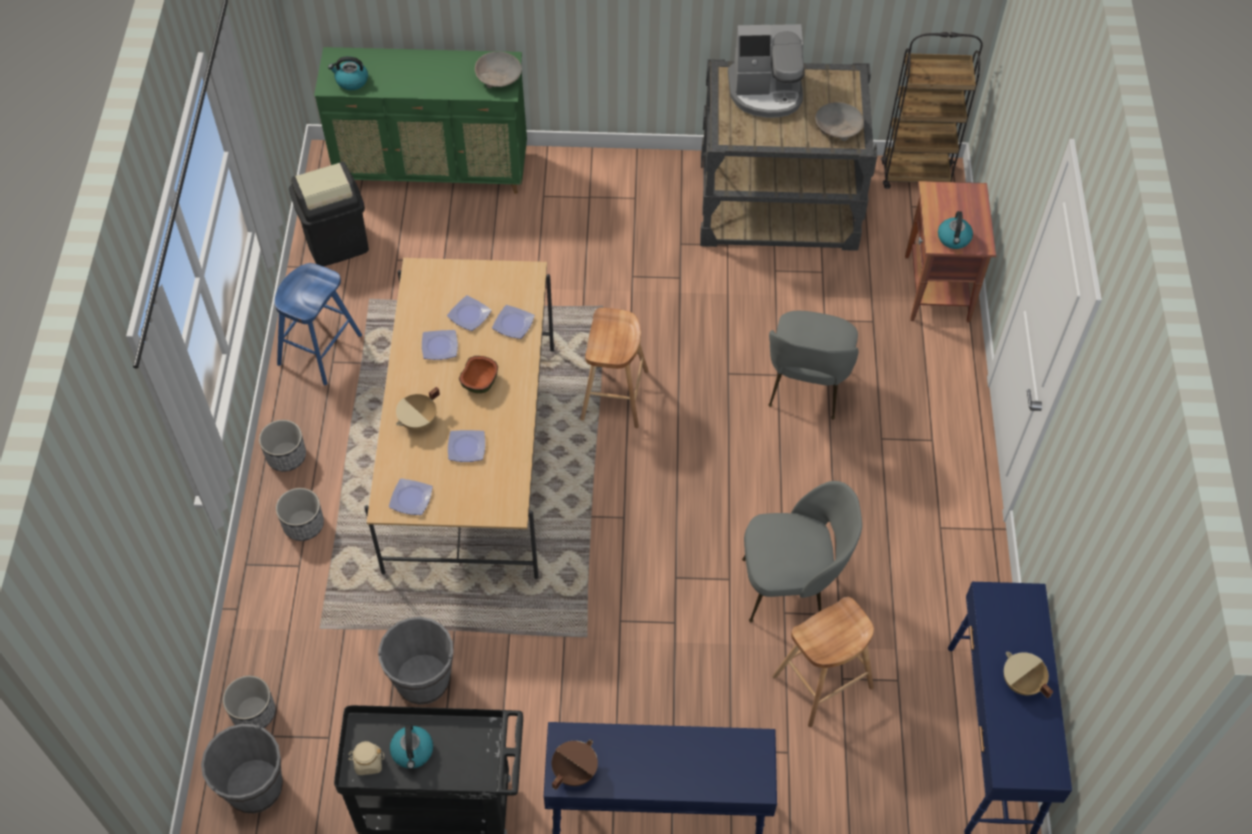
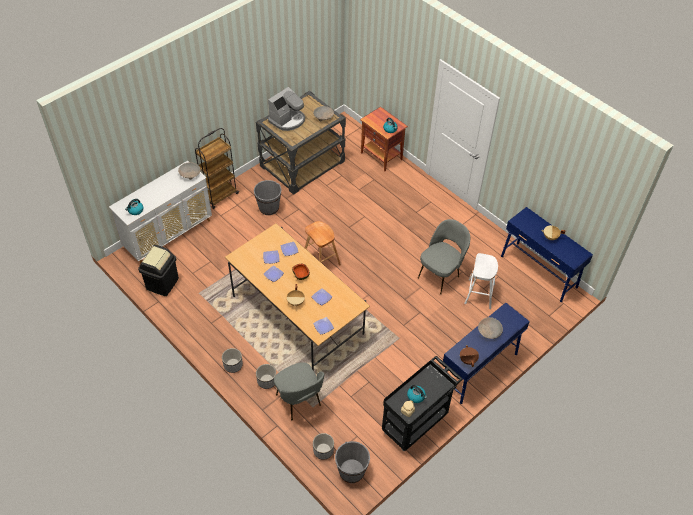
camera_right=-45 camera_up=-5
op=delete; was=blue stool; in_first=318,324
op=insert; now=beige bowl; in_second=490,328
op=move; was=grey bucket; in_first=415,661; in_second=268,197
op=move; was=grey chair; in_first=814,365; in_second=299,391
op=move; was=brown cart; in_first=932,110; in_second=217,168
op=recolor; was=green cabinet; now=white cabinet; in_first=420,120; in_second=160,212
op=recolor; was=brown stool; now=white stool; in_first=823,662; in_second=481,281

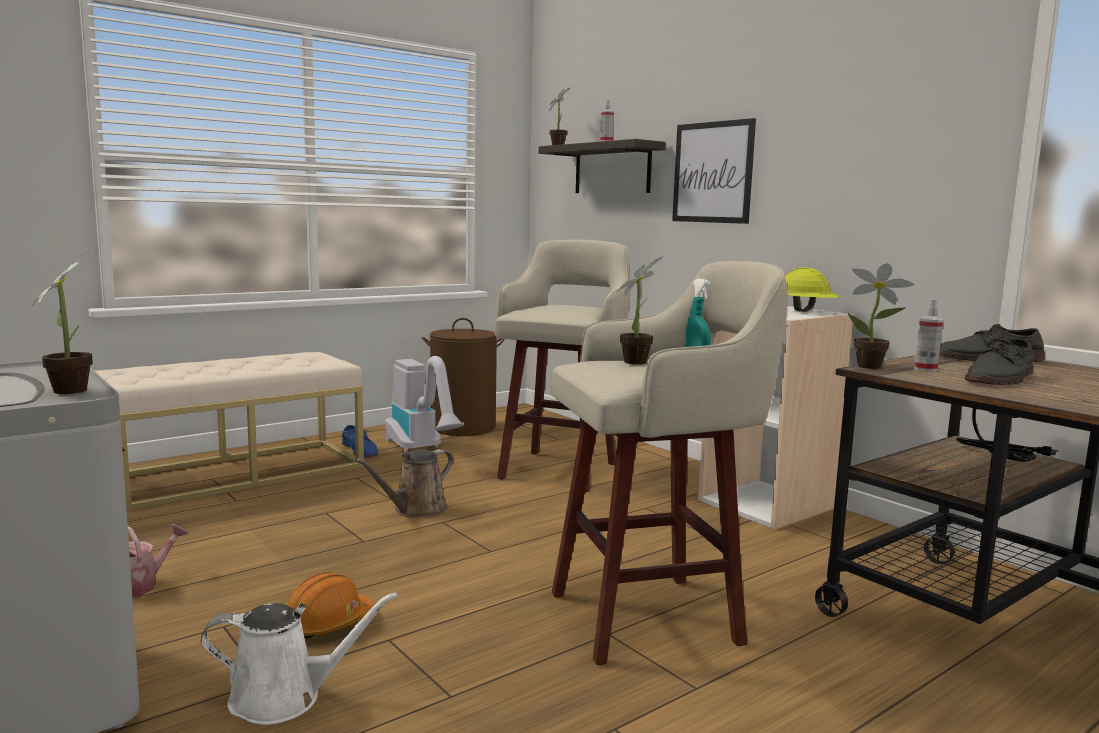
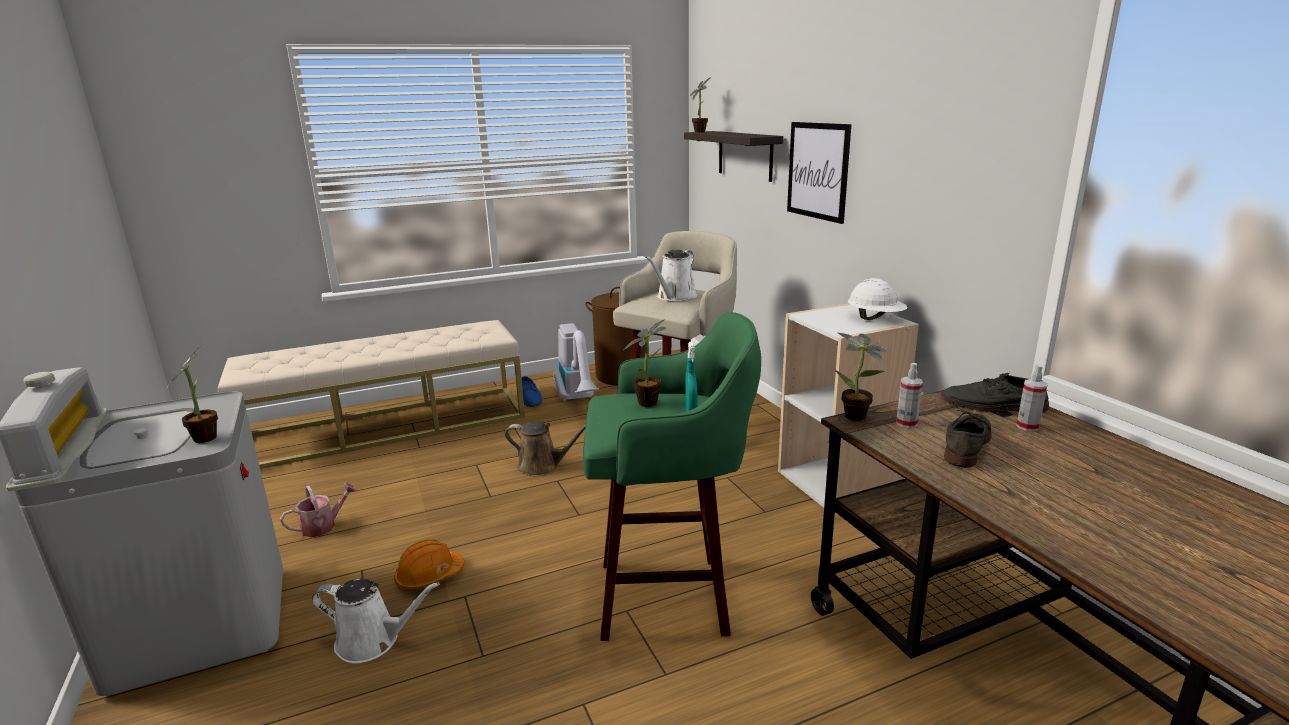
camera_right=15 camera_up=10
op=insert; now=white watering can; in_second=671,275
op=move; was=spray bottle; in_first=607,120; in_second=1032,398
op=recolor; was=beige stool; now=green stool; in_first=669,463; in_second=672,476
op=recolor; was=yellow hard hat; now=white hard hat; in_first=813,289; in_second=877,299
op=rotate; was=brown watering can; in_first=404,483; in_second=545,449; clockwise=-135
op=rotate; was=grey shoe; in_first=1000,361; in_second=967,439; clockwise=150

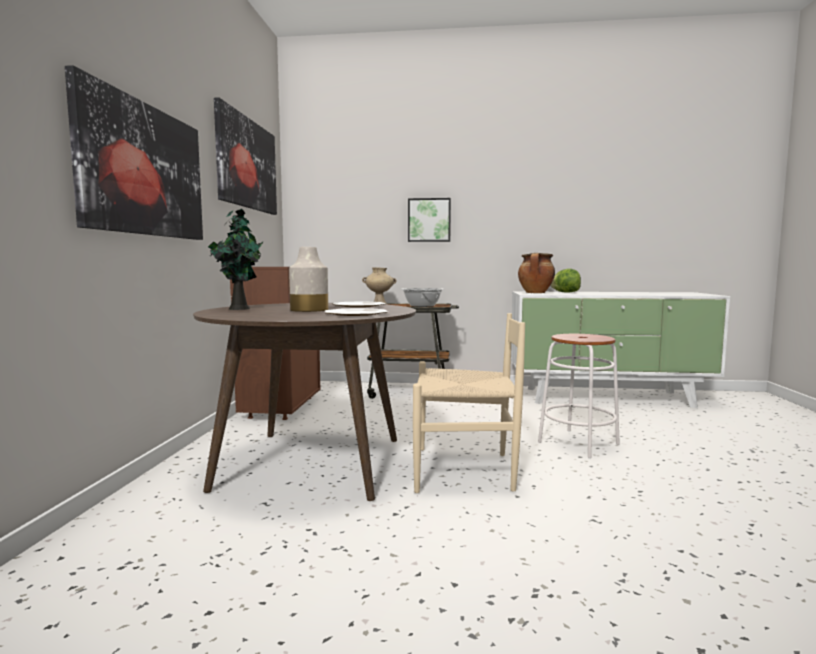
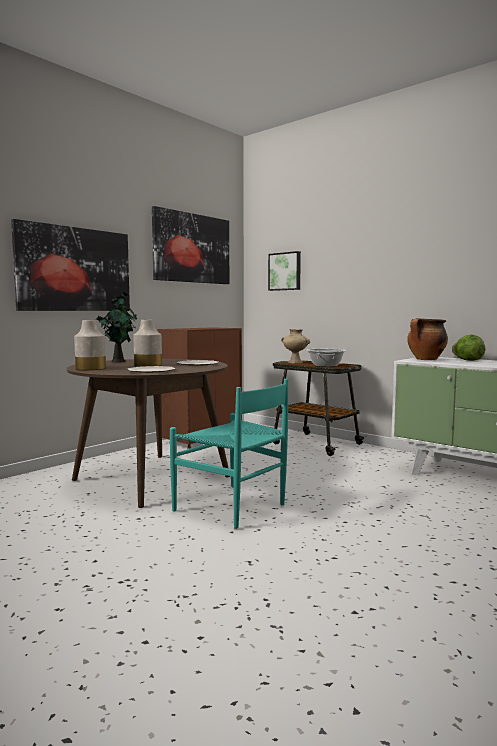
camera_right=35 camera_up=0
op=delete; was=white stool; in_first=579,396
op=insert; now=beige vase; in_second=90,345
op=move; was=picture; in_first=429,220; in_second=284,271
op=recolor; was=beige chair; now=turquoise chair; in_first=469,403; in_second=229,454

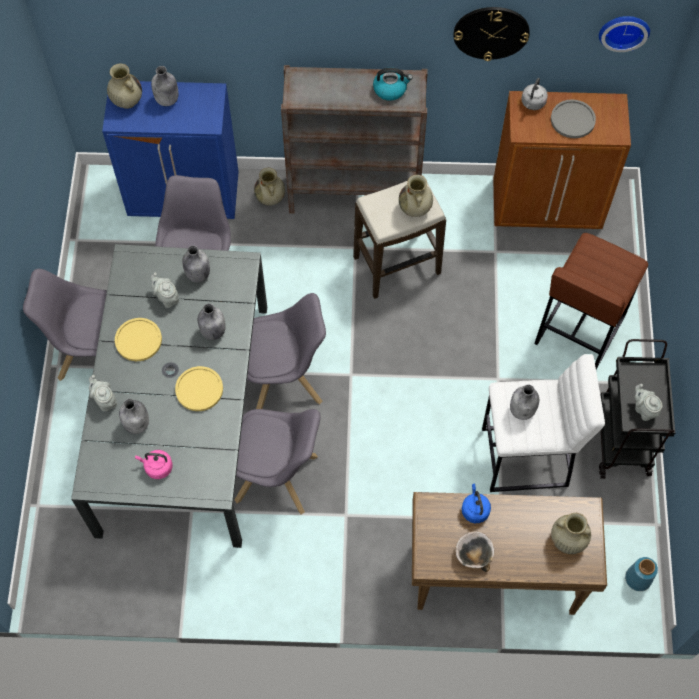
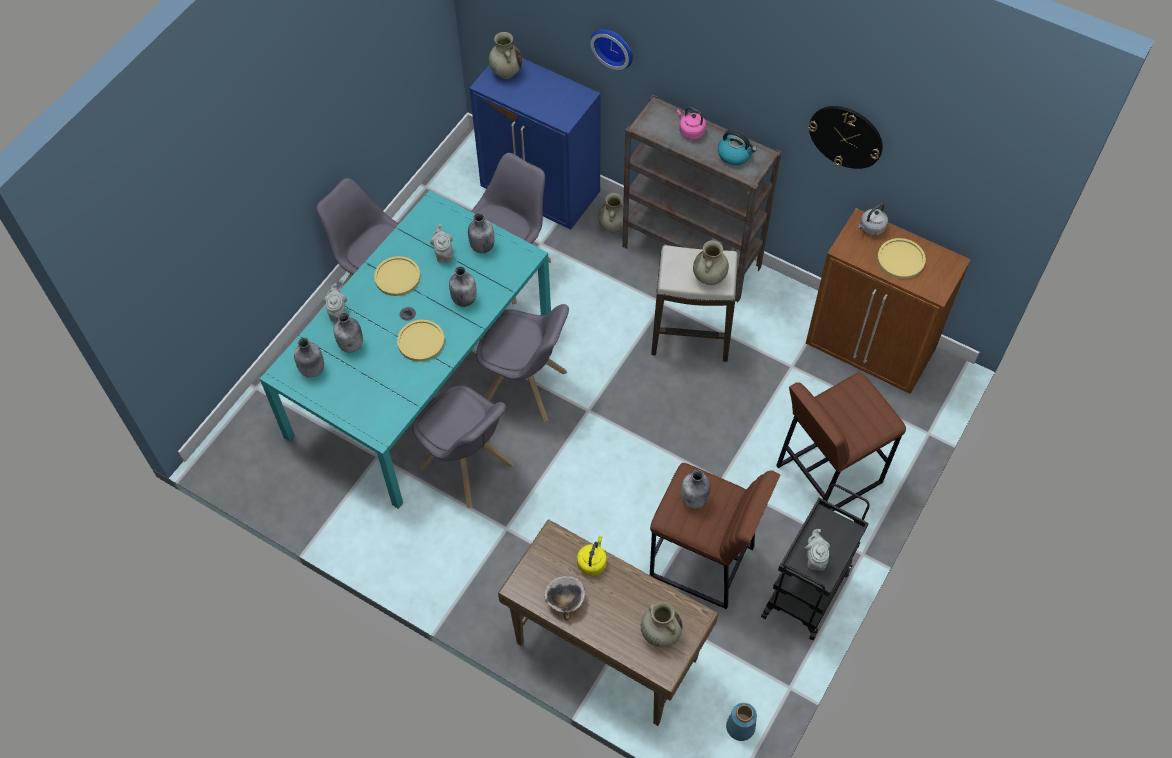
camera_right=30 camera_up=-5
op=move; was=pink kettle; in_first=154,464; in_second=691,123
op=move; was=grey bottle; in_first=164,86; in_second=309,358
op=move; was=wall clock; in_first=624,34; in_second=611,49
op=recolor; was=grey dining table; now=turquoise dining table; in_first=169,396; in_second=405,349
op=recolor; was=blue kettle; now=yellow kettle; in_first=476,503; in_second=592,556
op=recolor; was=white stool; now=brown stool; in_first=543,423; in_second=715,536
op=recolor; was=grey plate; now=yellow plate; in_first=573,118; in_second=901,258

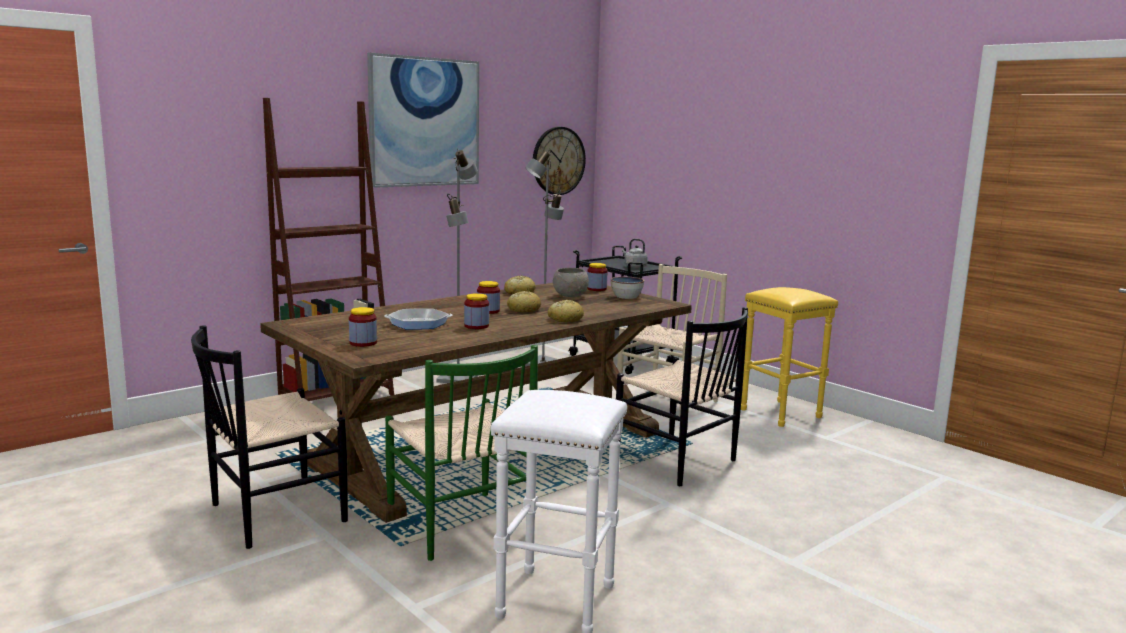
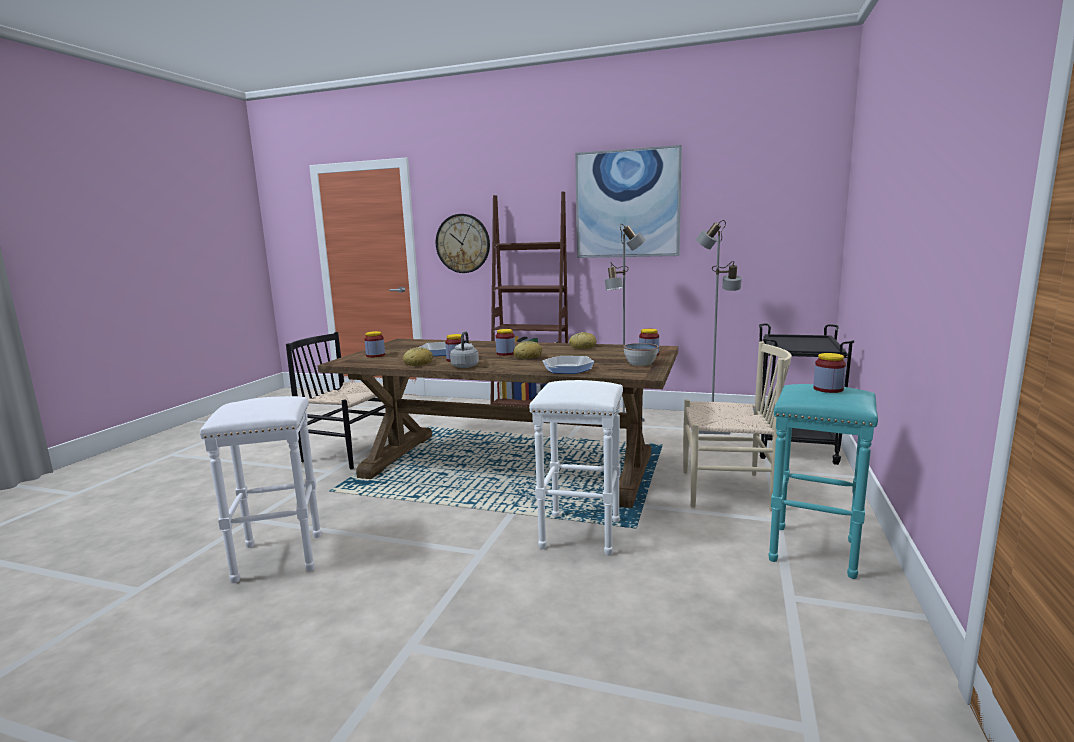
camera_right=60 camera_up=0
op=delete; was=green chair; in_first=461,453
op=delete; was=grey bowl; in_first=571,282
op=insert; now=frying pan; in_second=568,365
op=insert; now=jar; in_second=829,373
op=move; was=wall clock; in_first=559,161; in_second=463,243
op=move; was=bread; in_first=566,311; in_second=418,356
op=move; was=grey kettle; in_first=635,253; in_second=464,349
op=replace; was=black chair; now=white stool; in_first=682,396; in_second=576,468
op=recolor; was=yellow stool; now=turquoise stool; in_first=789,357; in_second=823,481

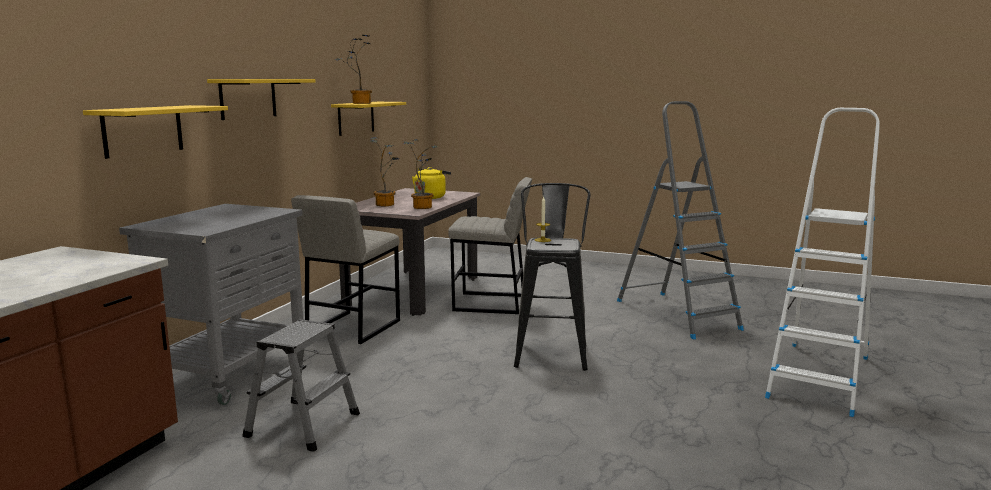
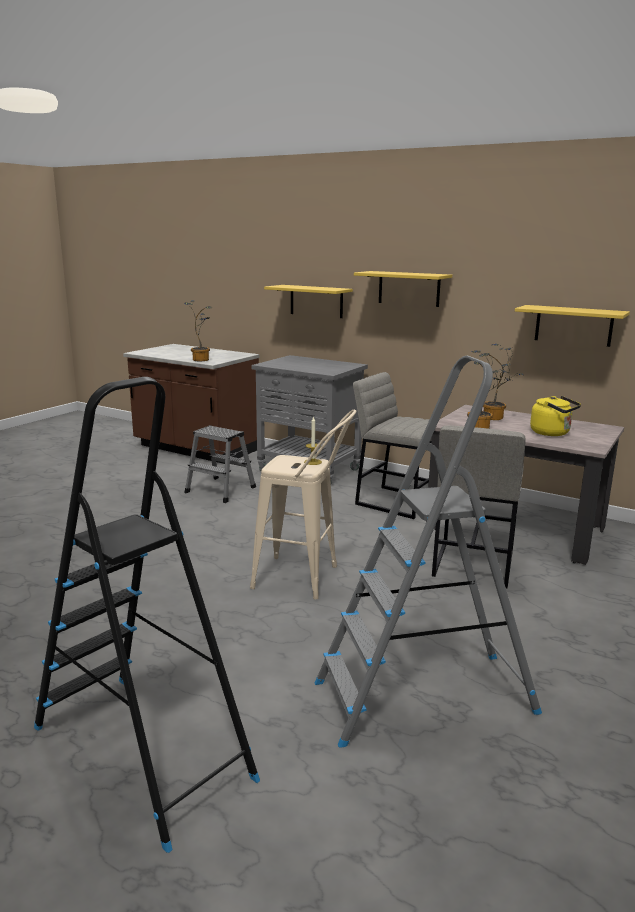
camera_right=100 camera_up=5
op=move; was=potted plant; in_first=354,69; in_second=197,330
op=recolor; was=black stool; now=beige stool; in_first=552,277; in_second=303,504
op=recolor; was=white step ladder; now=black step ladder; in_first=822,262; in_second=147,615

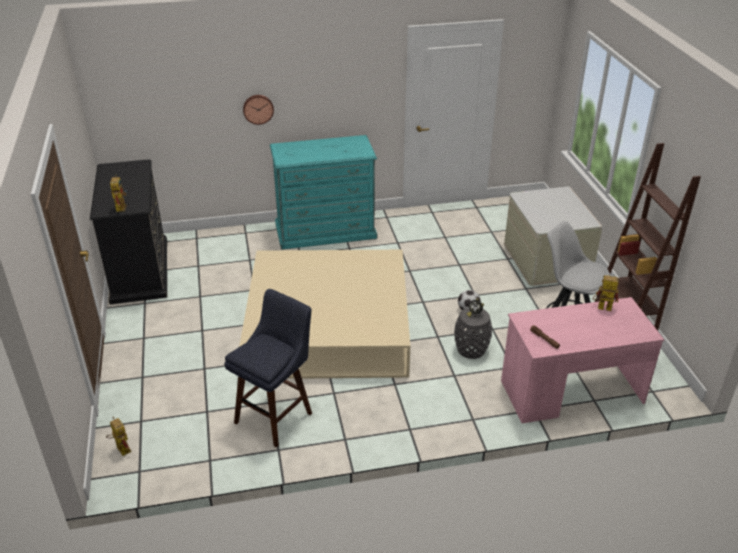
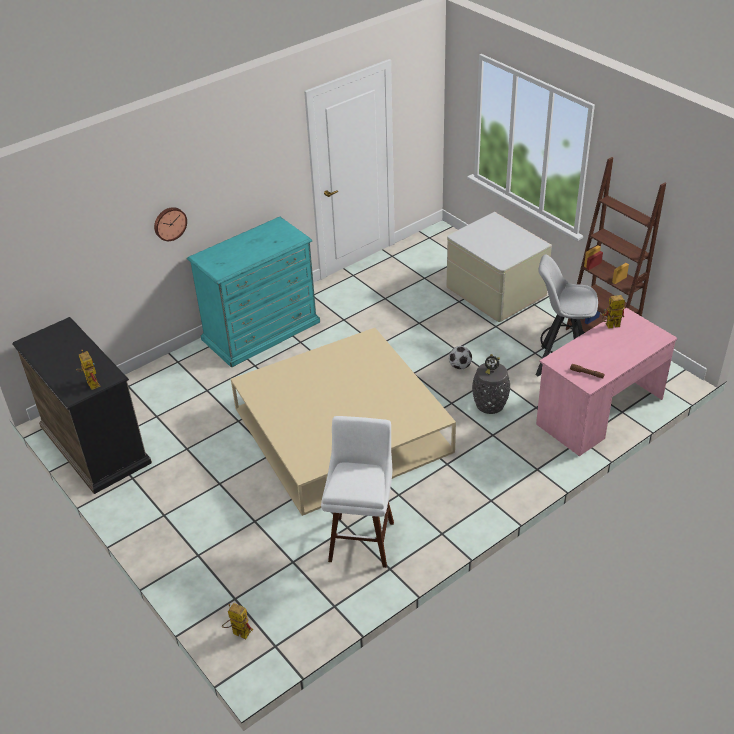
camera_right=-25 camera_up=5
op=recolor; was=blue stool; now=white stool; in_first=268,368; in_second=357,492

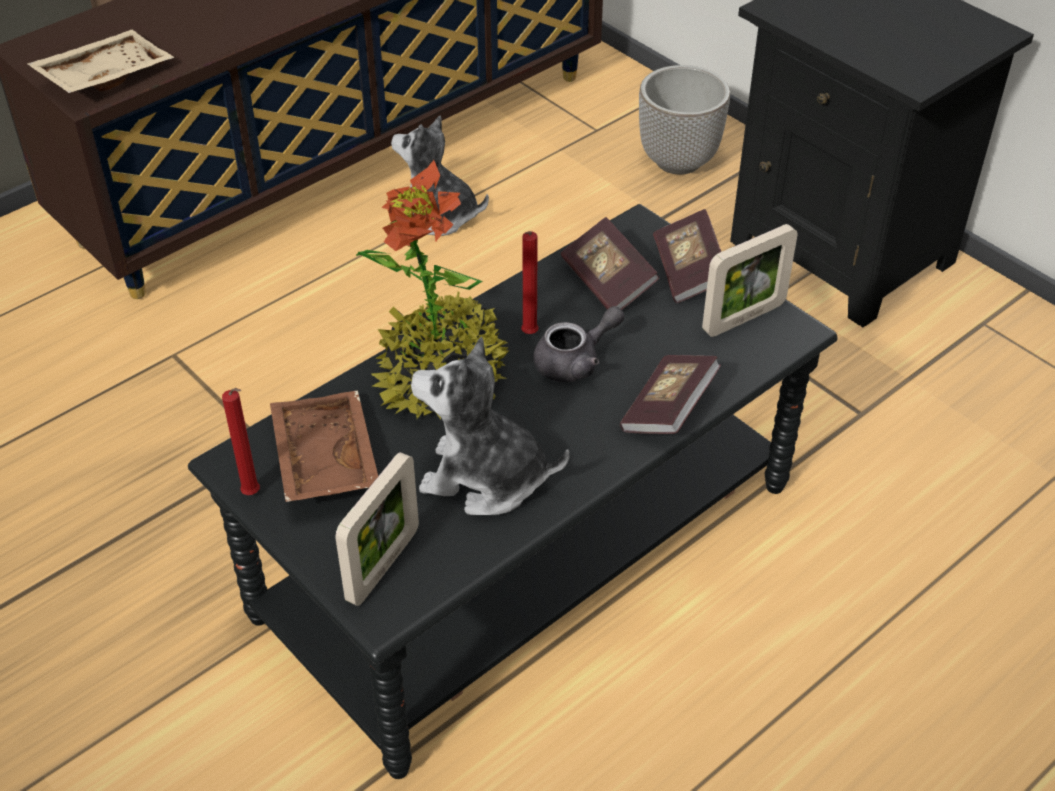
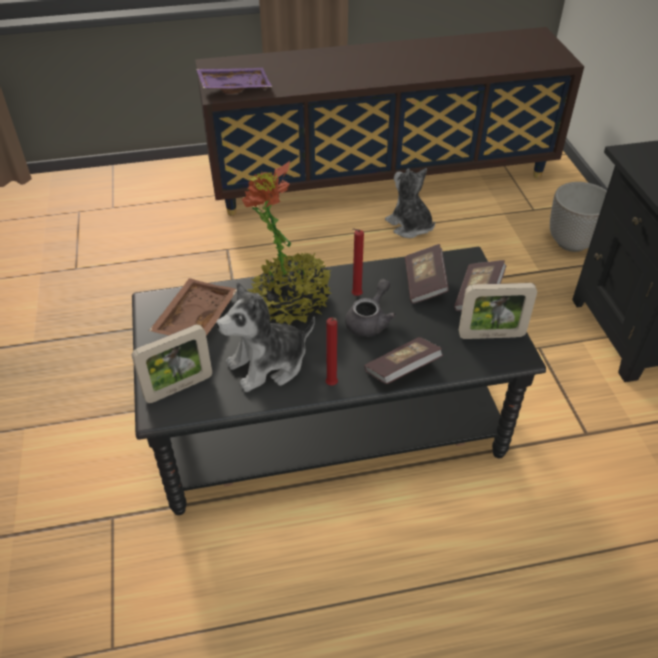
camera_right=30 camera_up=0
op=move; was=red candle; in_first=241,441; in_second=332,351
op=recolor; was=beige tray; now=purple tray; in_first=101,61; in_second=234,81
op=rotate; was=plush toy; in_first=490,425; in_second=265,337; clockwise=-75
op=rotate; was=grey teapot; in_first=578,344; in_second=370,308; clockwise=-60

